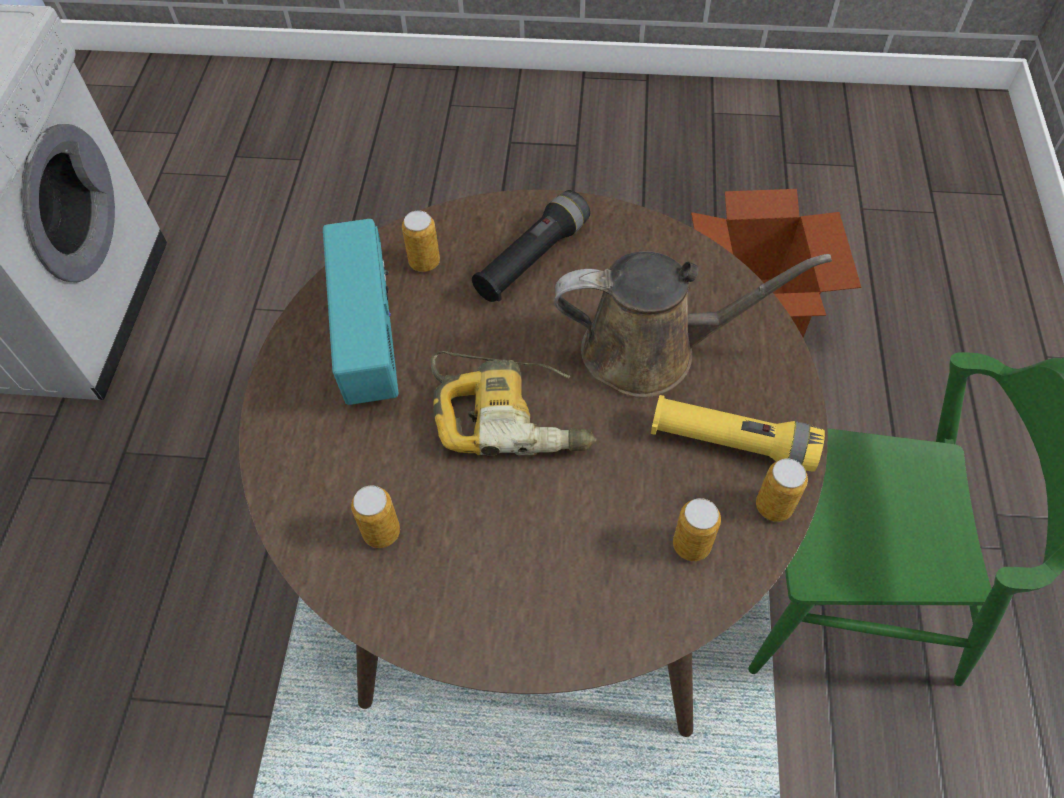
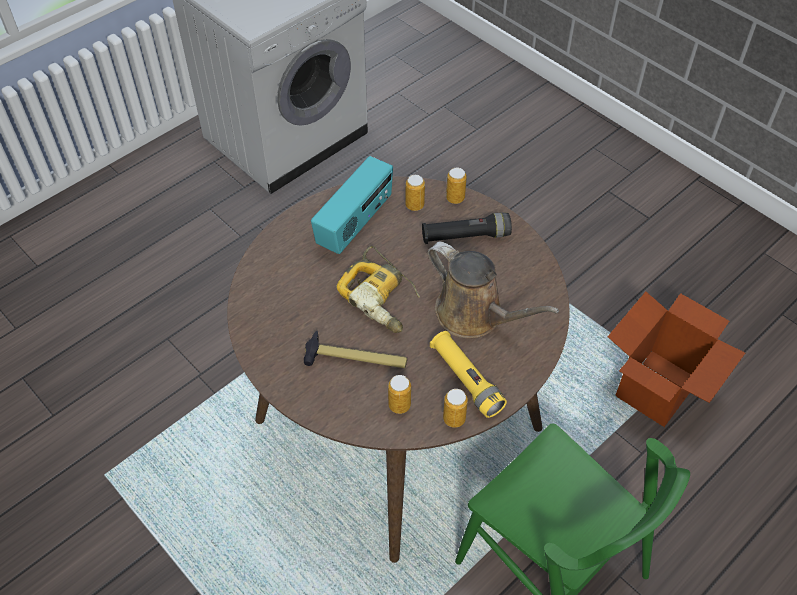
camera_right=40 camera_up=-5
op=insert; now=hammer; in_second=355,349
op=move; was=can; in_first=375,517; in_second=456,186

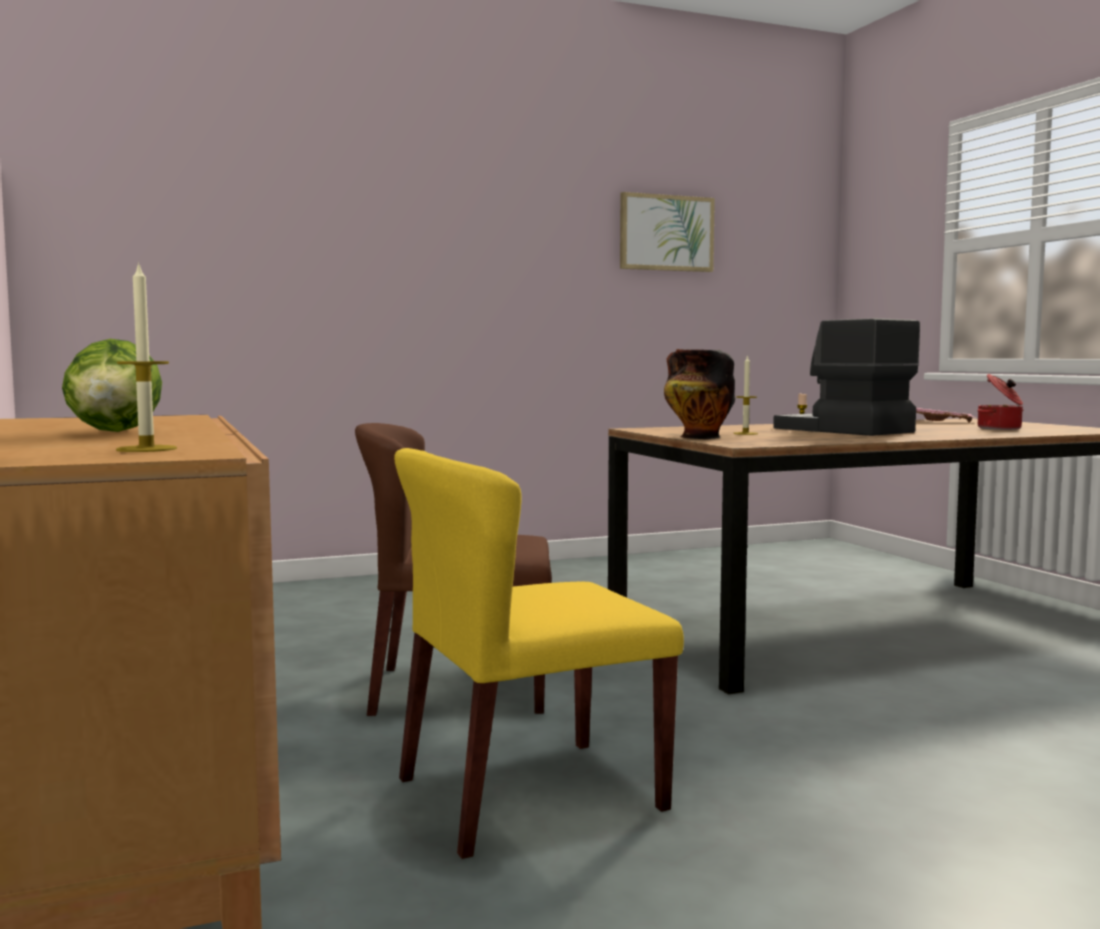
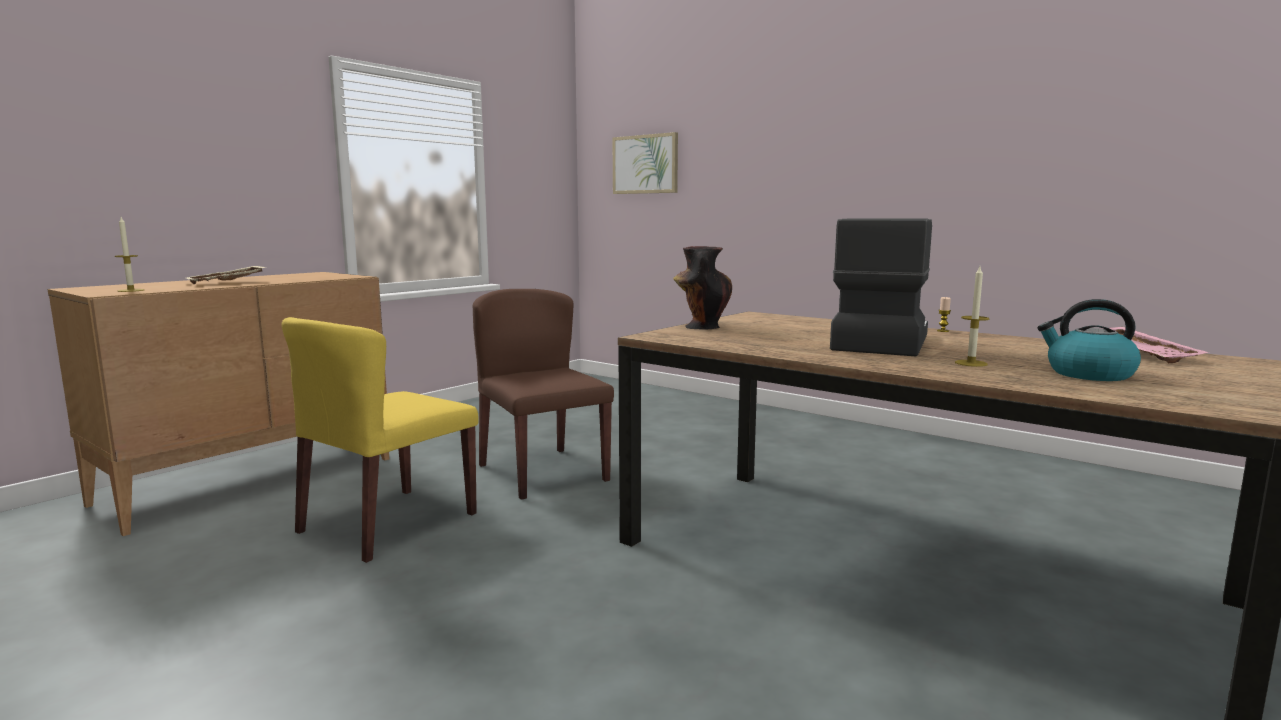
camera_right=60 camera_up=5
op=move; was=picture; in_first=667,232; in_second=645,163
op=move; was=candle; in_first=745,395; in_second=972,317
op=replace; was=lettuce; now=beige tray; in_first=112,385; in_second=226,275
op=replace; was=cooking pot; now=kettle; in_first=1000,402; in_second=1089,340
op=rotate; was=yellow chair; in_first=539,653; in_second=380,440; clockwise=-90

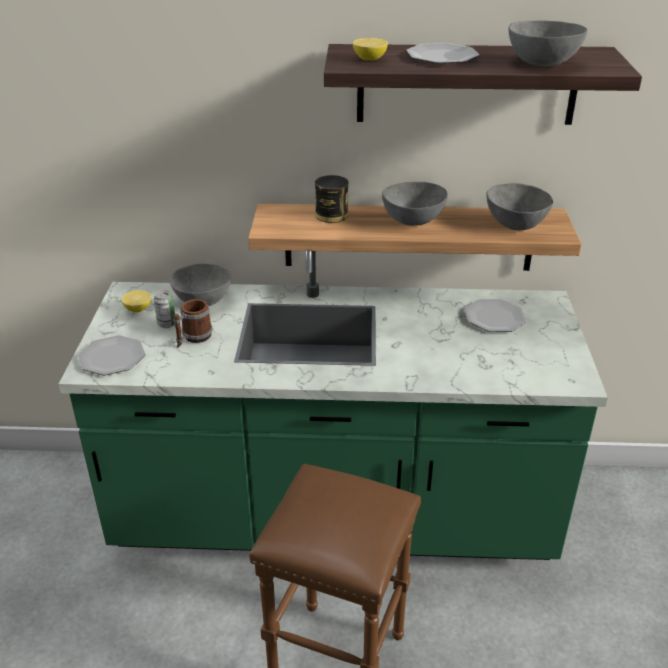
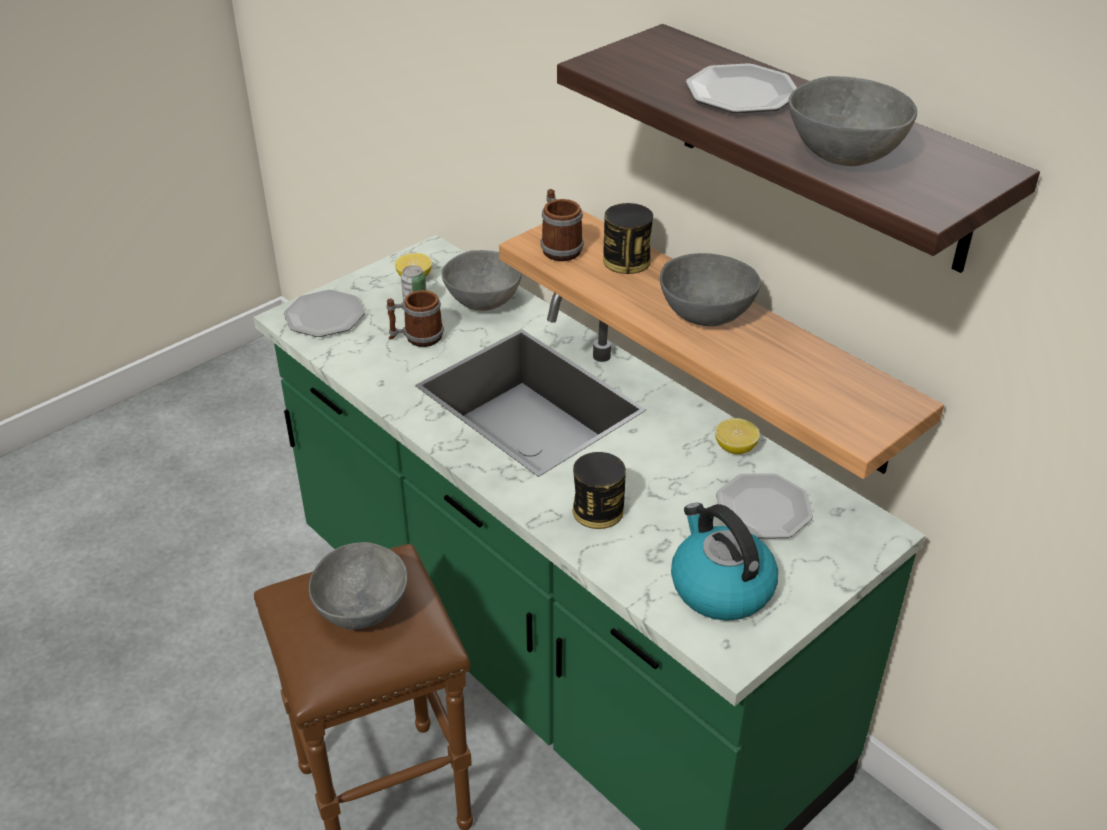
camera_right=45 camera_up=5
op=insert; now=mug; in_second=562,225
op=insert; now=can; in_second=599,490
op=insert; now=kettle; in_second=724,562
op=move; was=lemon; in_first=370,49; in_second=737,436
op=move; was=grey bowl; in_first=519,206; in_second=358,586

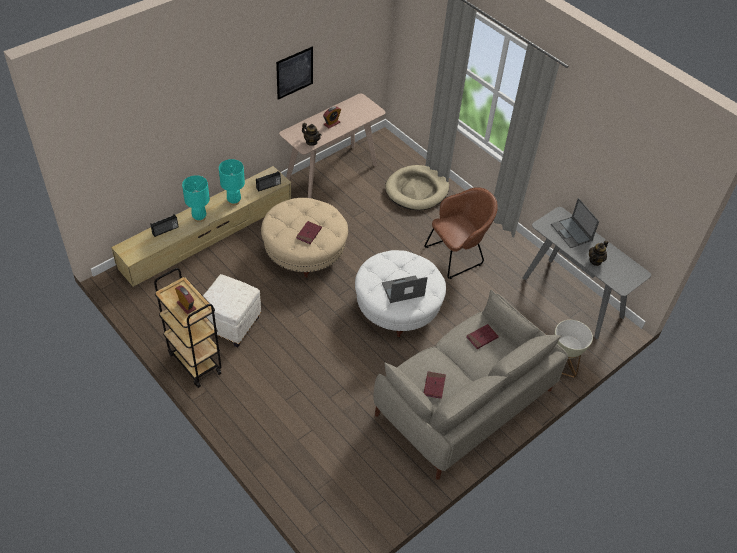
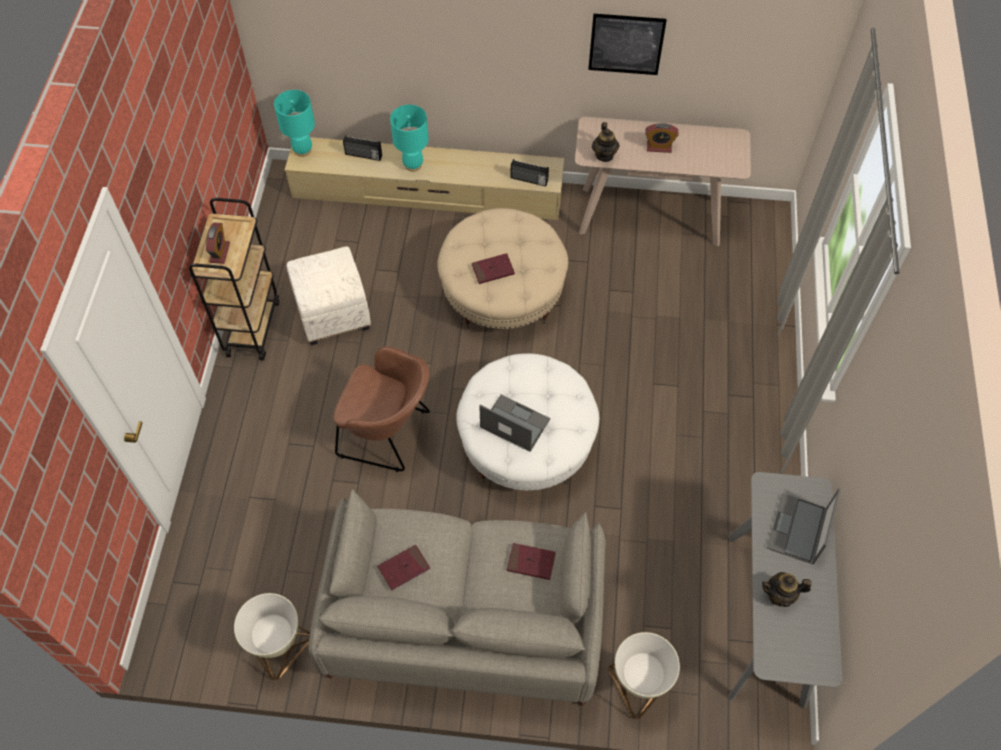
camera_right=50 camera_up=10
op=delete; was=beige dog bed; in_first=417,187
op=insert; now=planter; in_second=272,636
op=move; was=turquoise table lamp; in_first=232,182; in_second=294,123
op=move; was=brown armchair; in_first=461,233; in_second=382,409

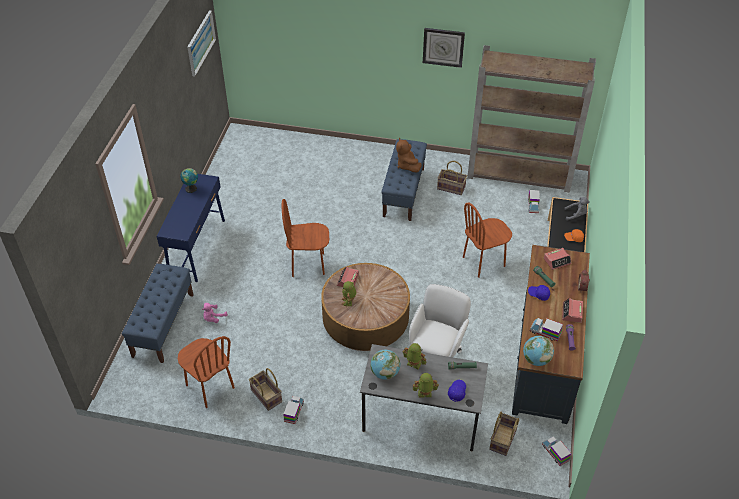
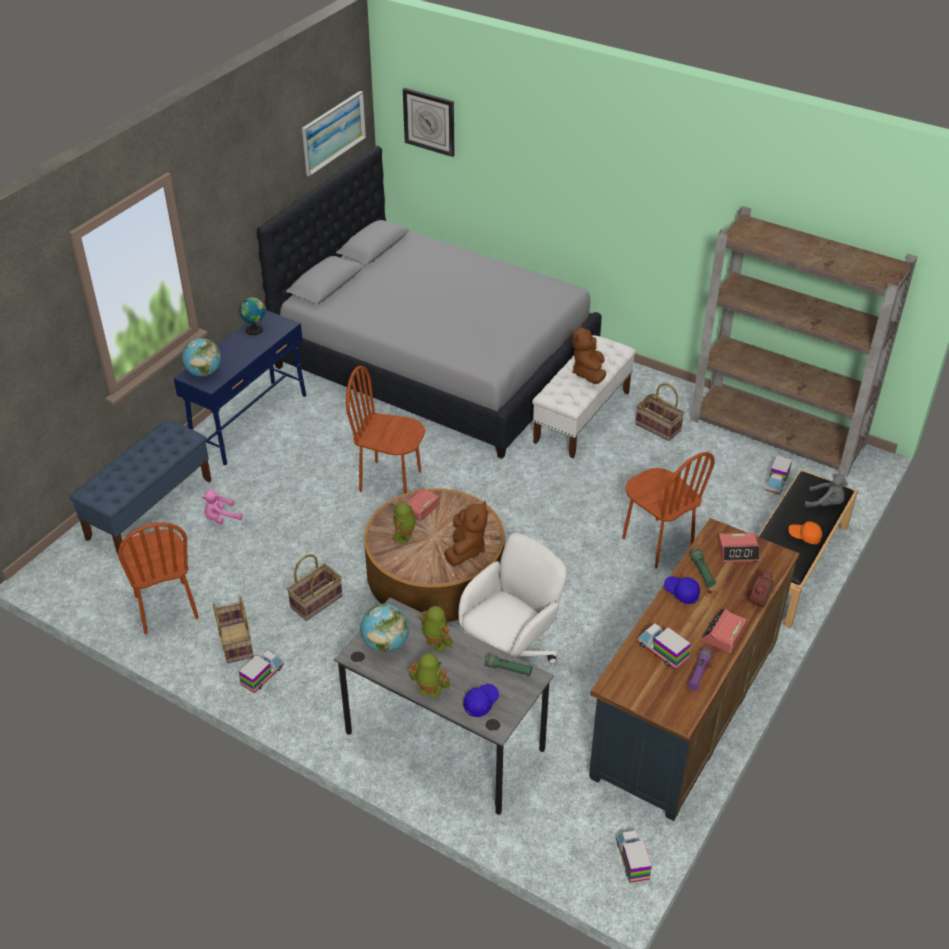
camera_right=20 camera_up=-5
op=insert; now=grey bed; in_second=429,302
op=insert; now=brown plush toy; in_second=466,533
op=move; was=wall clock; in_first=444,48; in_second=429,122
op=move; was=basket; in_first=504,434; in_second=315,587
op=move; was=globe; in_first=538,351; in_second=201,357
op=recolor; was=blue bench; now=white bench; in_first=404,180; in_second=584,397
op=rotate; was=brown chair; in_first=487,240; in_second=668,510; clockwise=-120

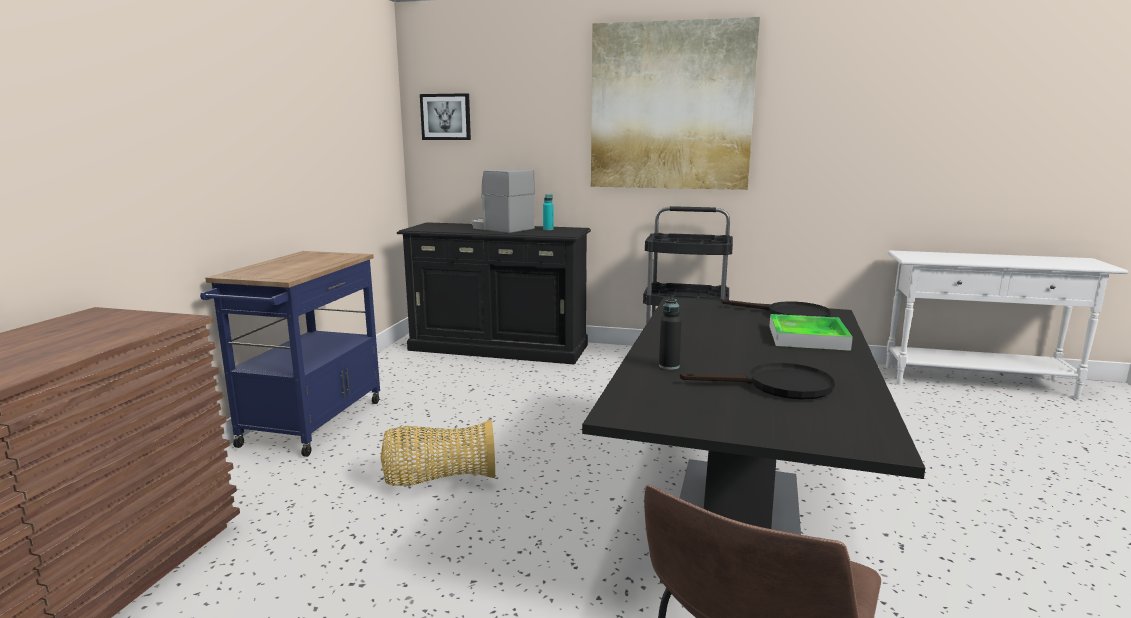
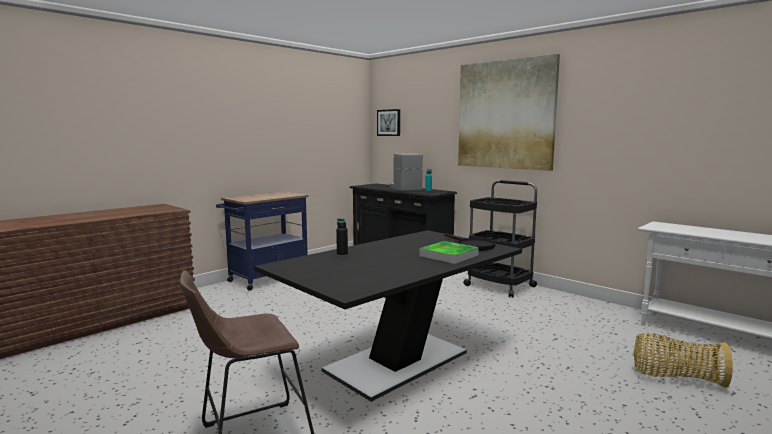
camera_right=30 camera_up=-5
op=delete; was=black frying pan; in_first=757,381
op=move; was=basket; in_first=437,452; in_second=683,360

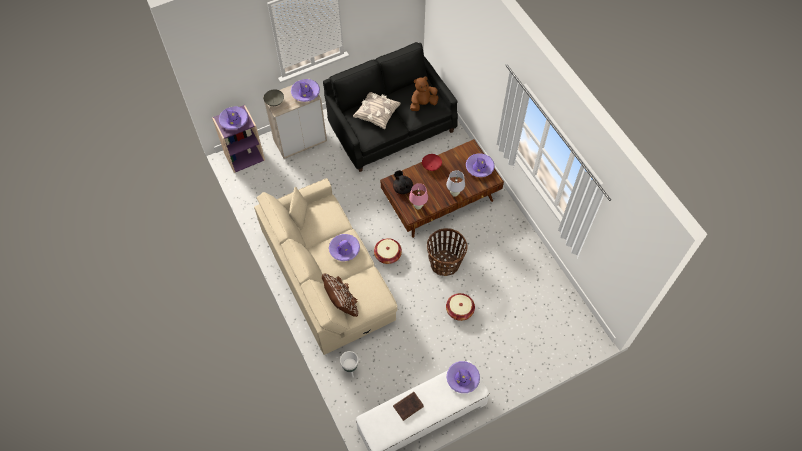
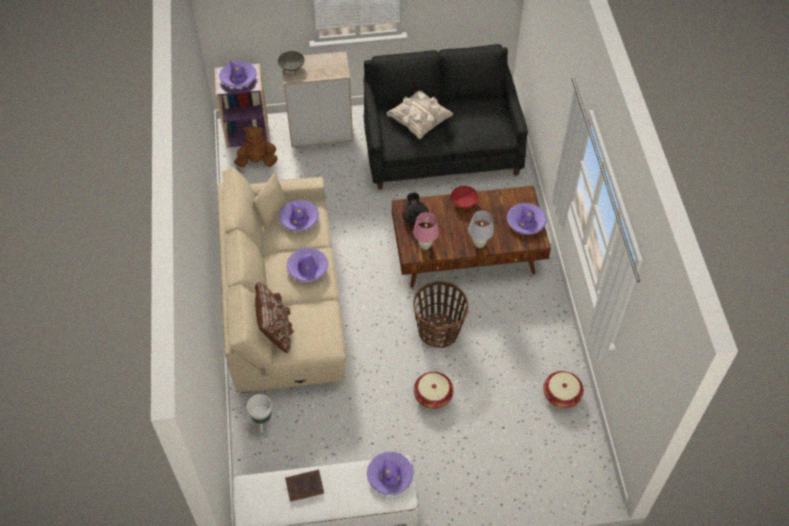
camera_right=20 camera_up=-5
op=move; was=purple hat; in_first=305,90; in_second=299,216
op=move; was=basket; in_first=388,251; in_second=563,389
op=move; was=brown plush toy; in_first=424,94; in_second=256,146

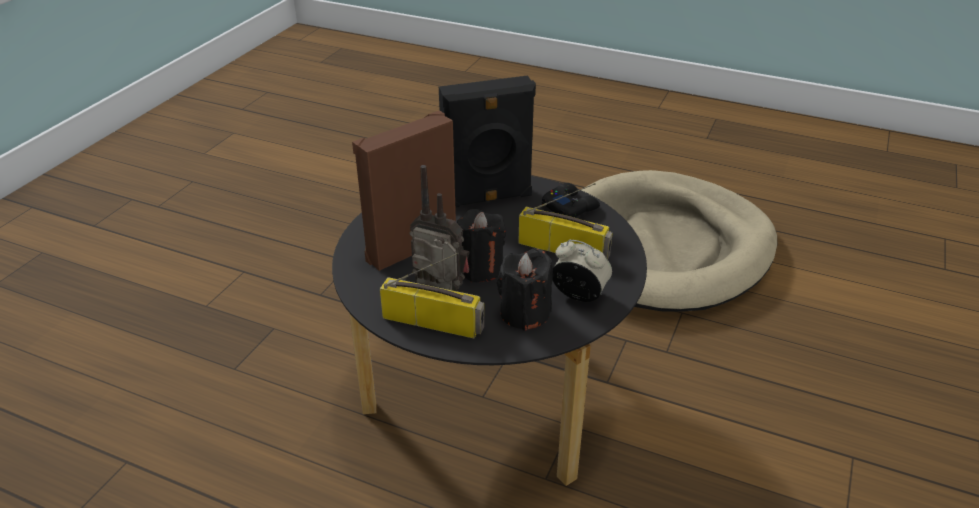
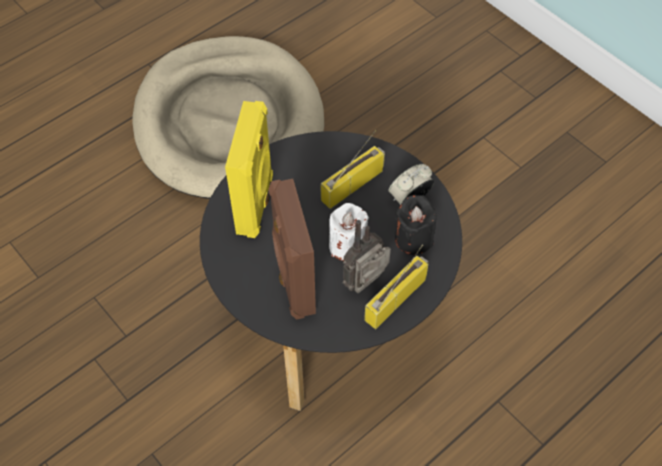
camera_right=-65 camera_up=20
op=delete; was=black game controller; in_first=571,200
op=recolor; was=black speaker; now=yellow speaker; in_first=487,142; in_second=249,169
op=recolor; was=black candle; now=white candle; in_first=481,245; in_second=349,232

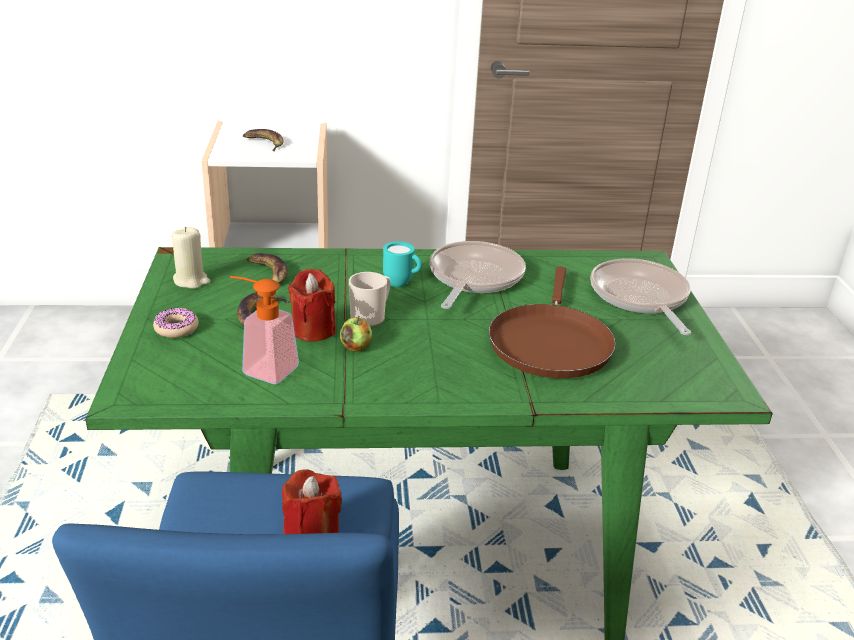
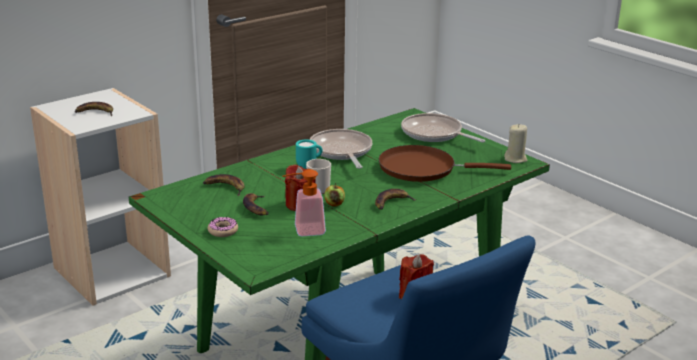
camera_right=-35 camera_up=-5
op=insert; now=banana; in_second=395,199
op=move; was=beige candle; in_first=191,258; in_second=515,143
op=rotate; was=brown frying pan; in_first=552,322; in_second=445,163; clockwise=120

